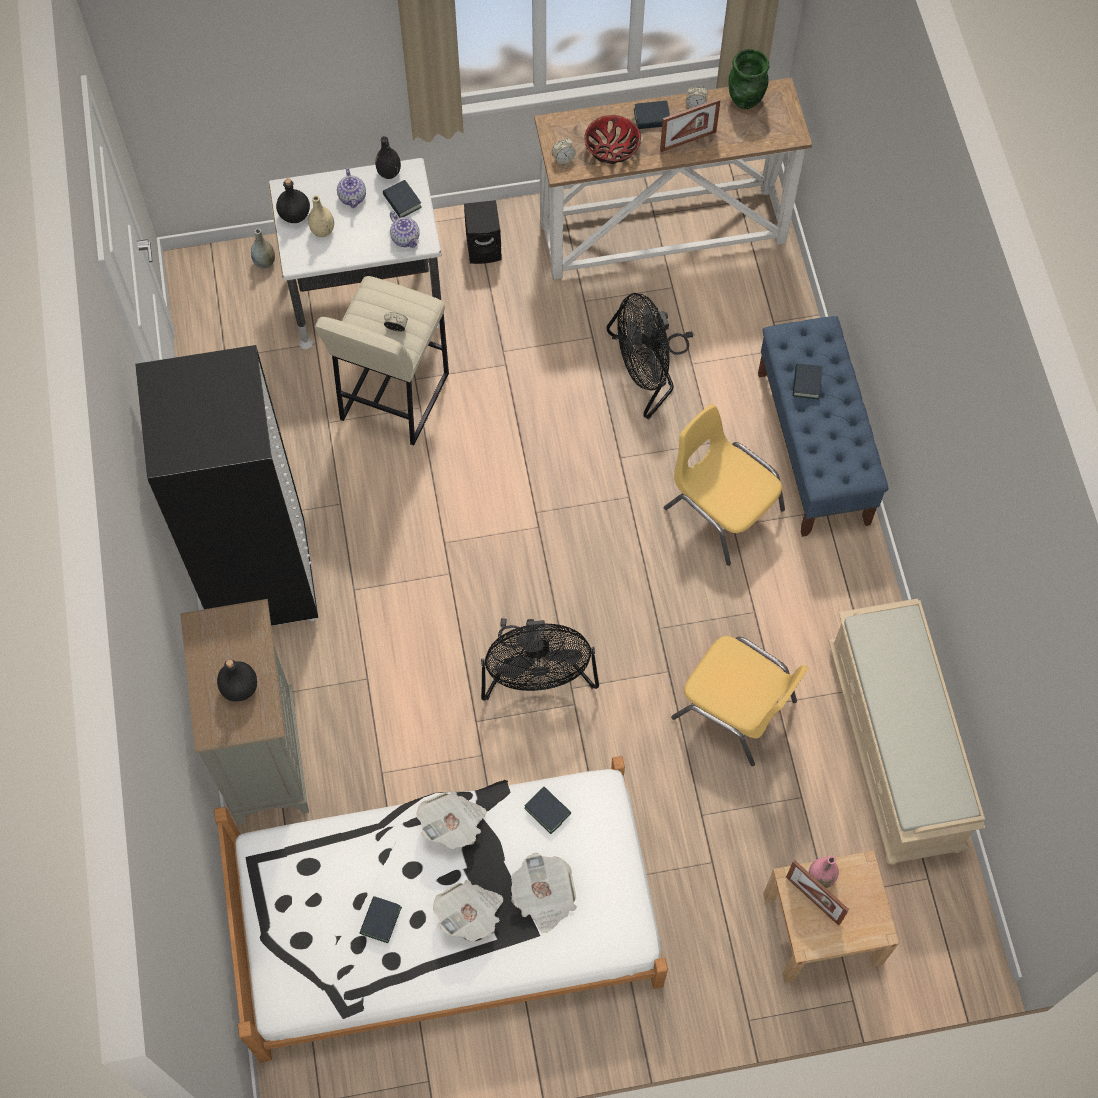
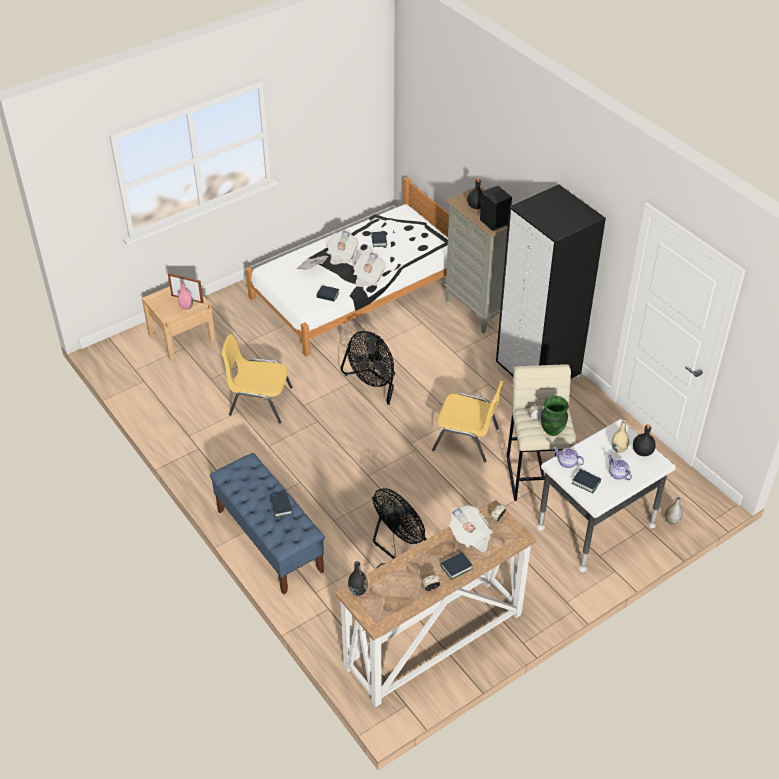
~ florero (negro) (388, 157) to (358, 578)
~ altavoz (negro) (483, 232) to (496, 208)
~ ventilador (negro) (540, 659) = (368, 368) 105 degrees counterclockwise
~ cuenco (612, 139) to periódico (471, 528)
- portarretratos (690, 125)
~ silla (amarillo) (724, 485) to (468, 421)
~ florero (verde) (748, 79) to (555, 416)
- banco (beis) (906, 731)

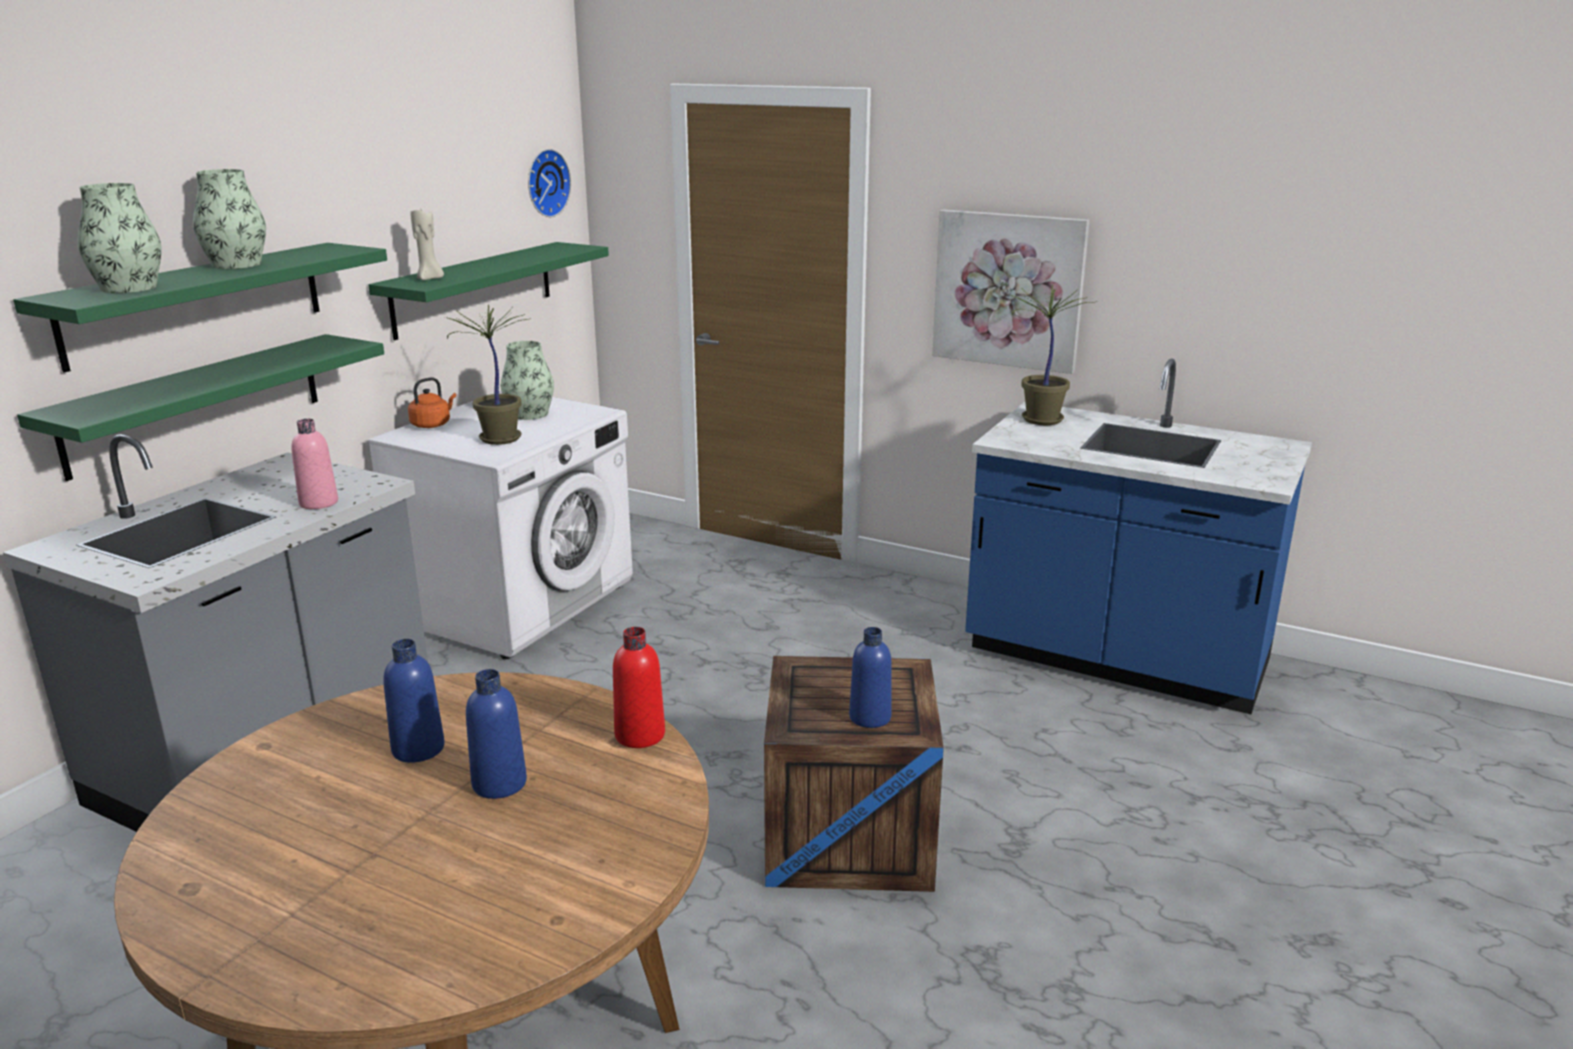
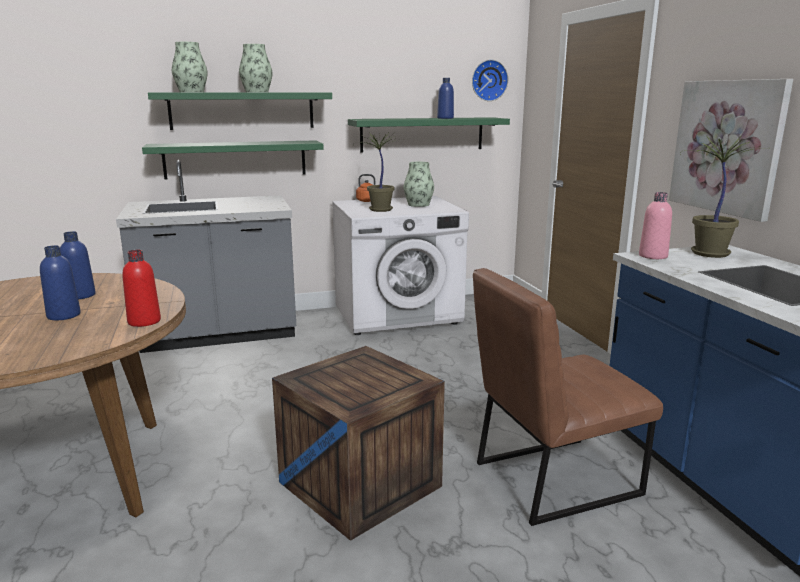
~ botella (rosa) (314, 464) to (655, 225)
- vela (beis) (427, 245)
~ botella (azul) (870, 677) to (445, 98)
+ silla (marrón) (568, 397)

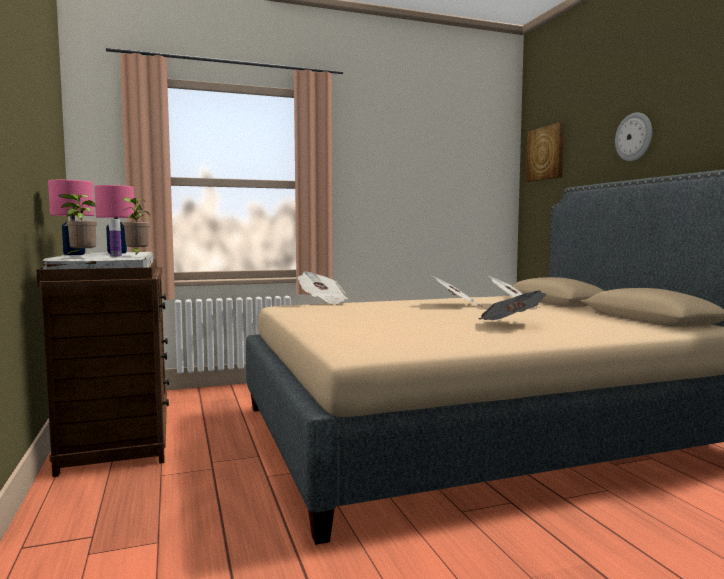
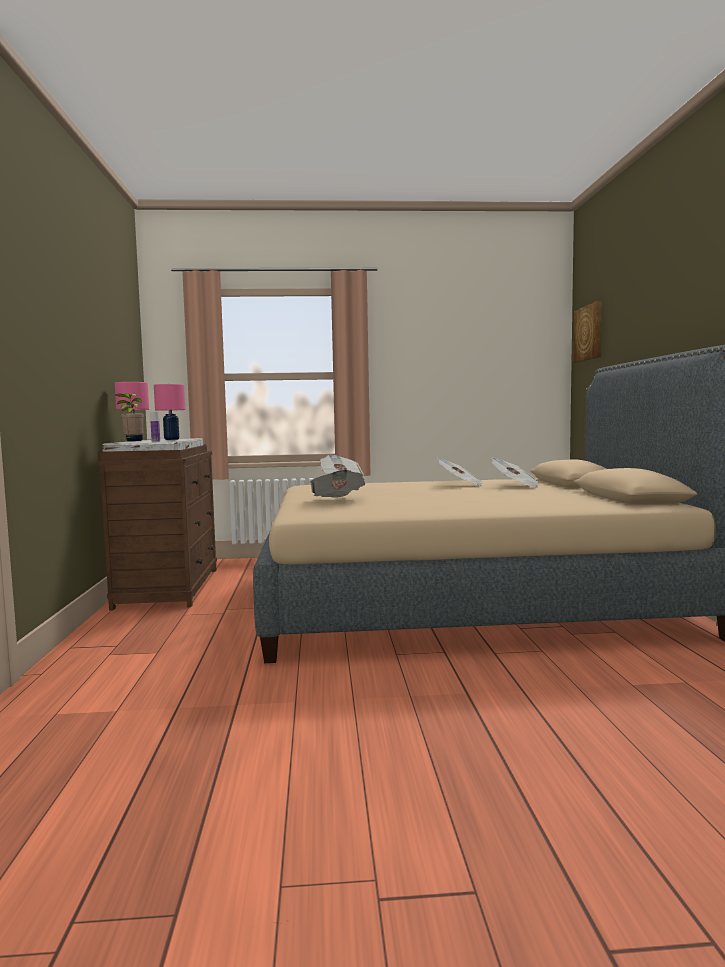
- planta en maceta (136, 227)
~ periódico (512, 305) to (338, 484)
- reloj de pared (633, 136)

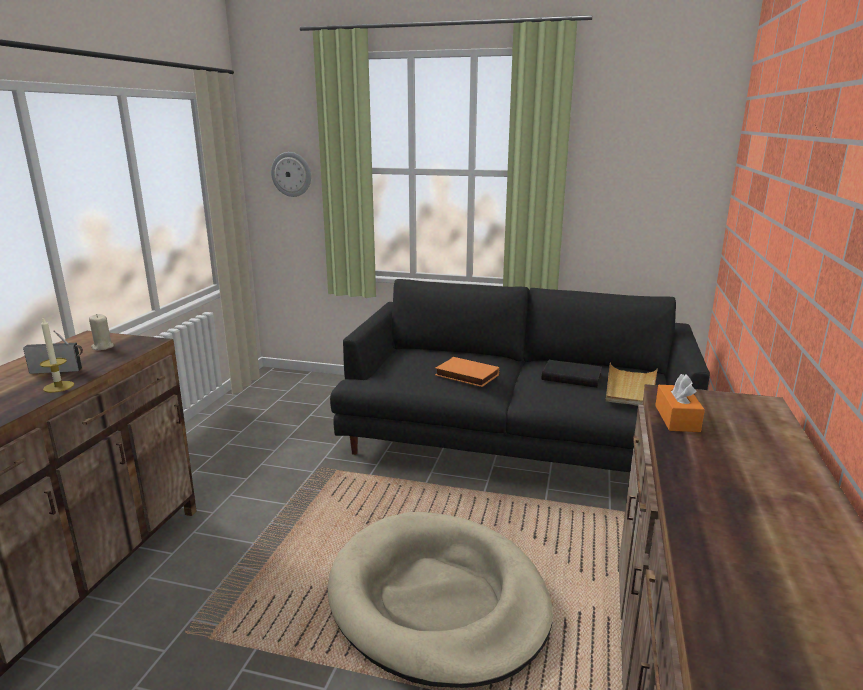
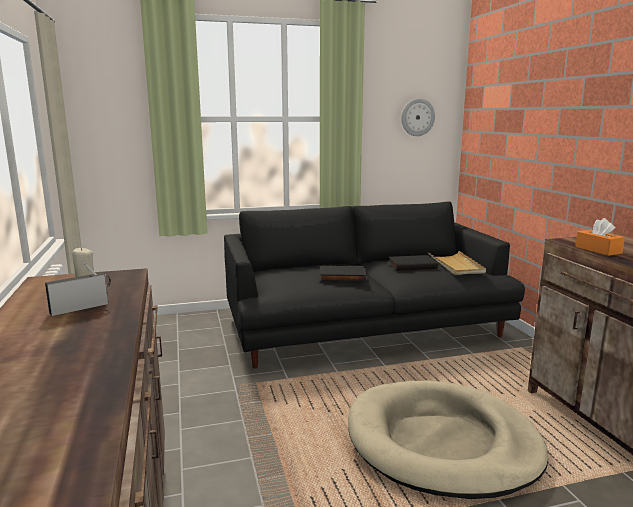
- vela (57, 355)
~ reloj de pared (291, 174) to (418, 117)
~ libro (naranja) (467, 372) to libro (negro) (343, 274)

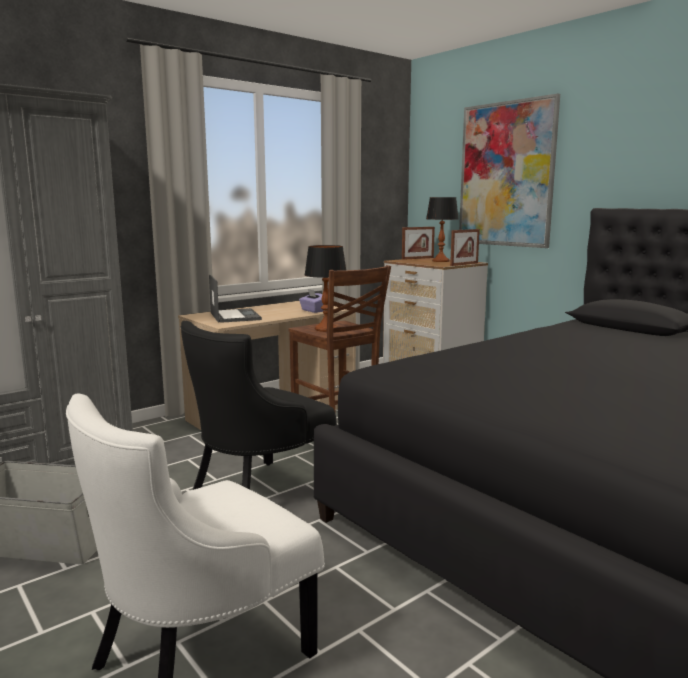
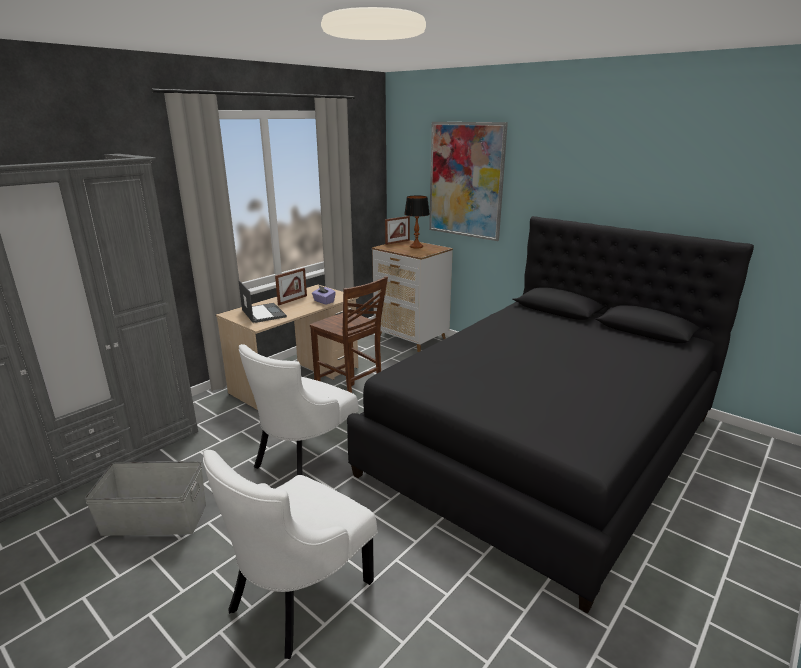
~ silla (negro) (258, 405) to silla (blanco) (299, 409)
- lámpara de mesa (325, 288)
~ portarretratos (465, 247) to (291, 286)

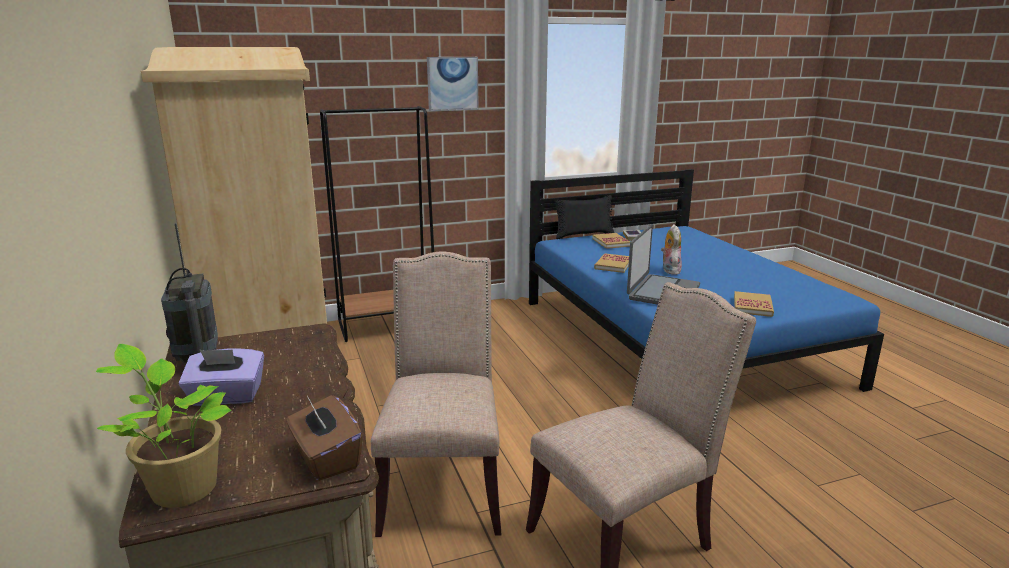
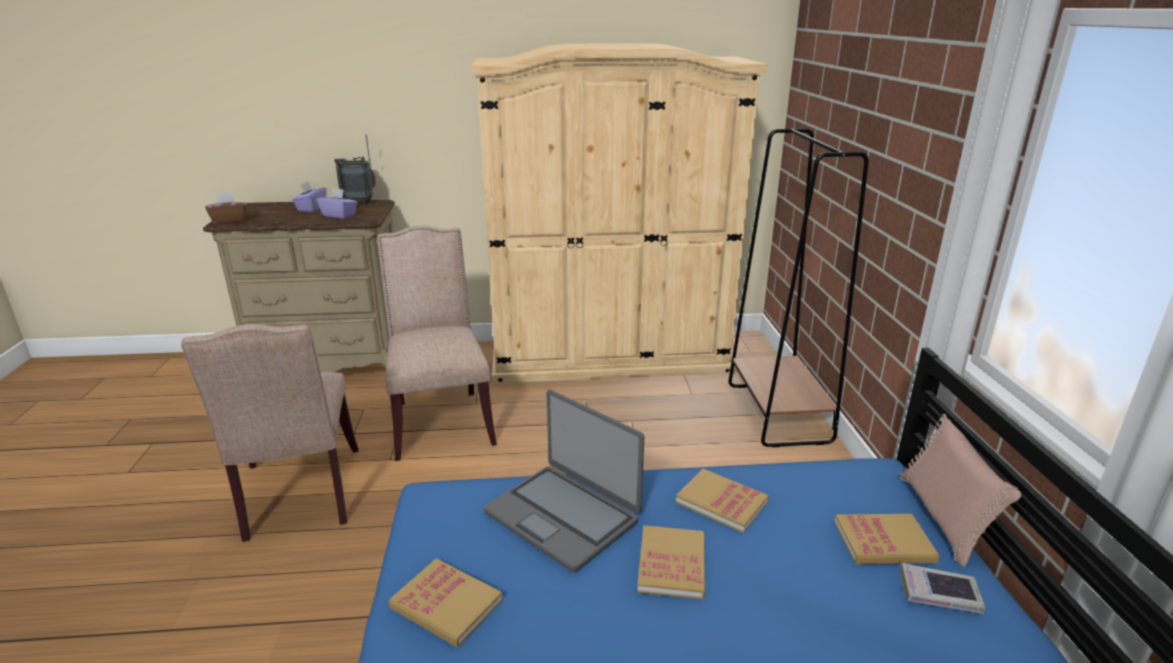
- planta en maceta (163, 426)
~ silla (beis) (436, 394) = (437, 343) 120 degrees counterclockwise
- cuadro (453, 84)
~ cojín (negro) (584, 217) to cojín (beis) (960, 490)
~ peluche (671, 250) to libro (671, 562)
+ caja de pañuelos (morado) (337, 203)

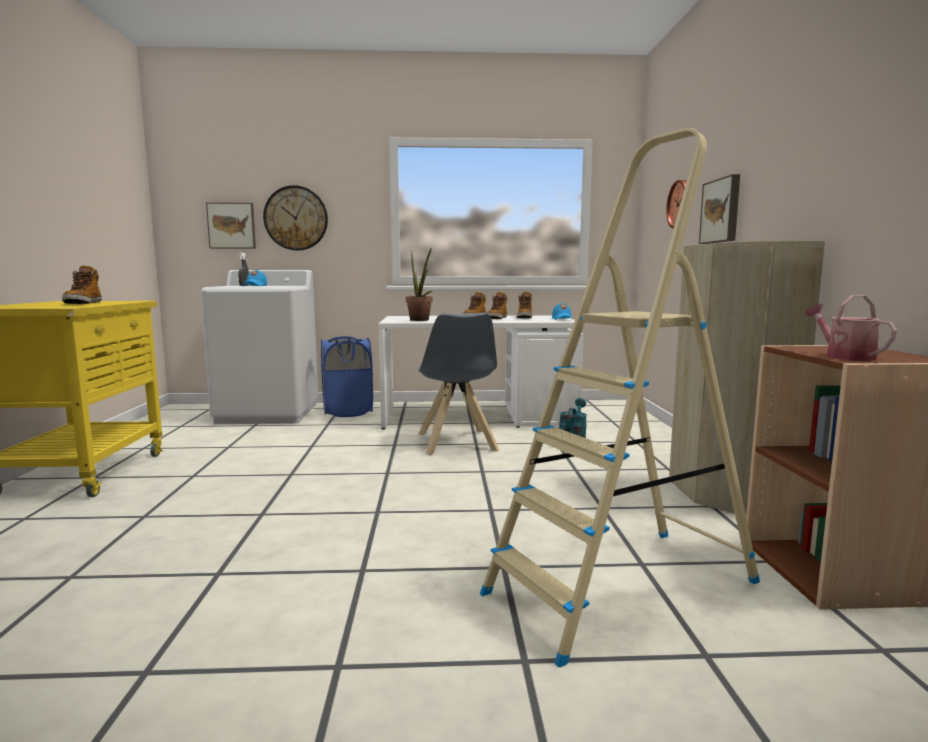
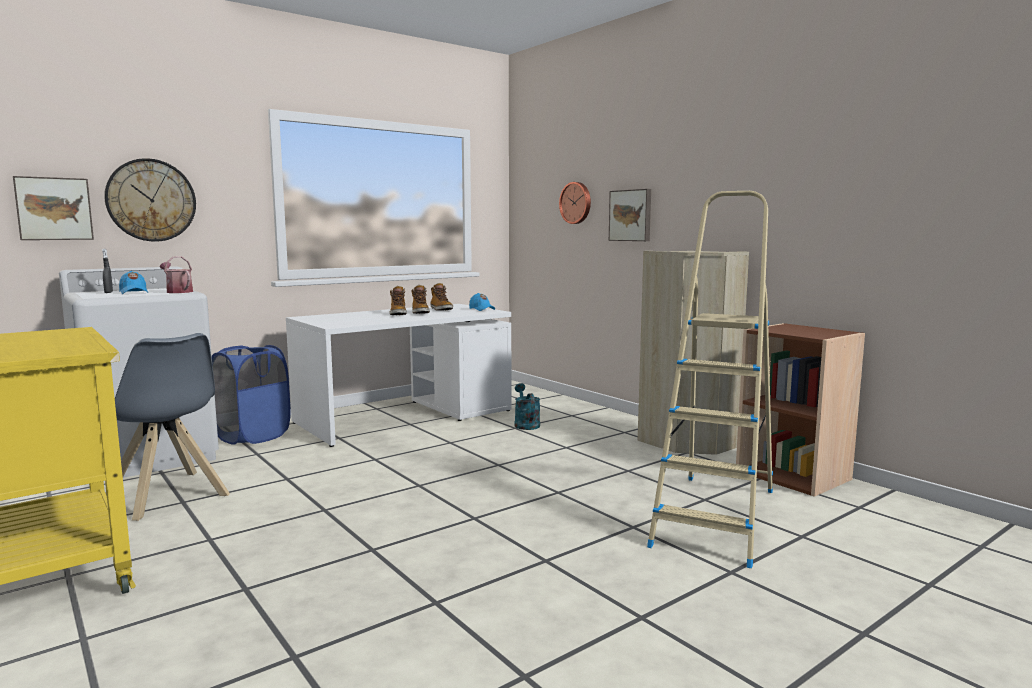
- bota (82, 284)
- planta en maceta (419, 284)
~ silla (gris) (458, 383) to (168, 427)
~ regadera (850, 328) to (176, 274)

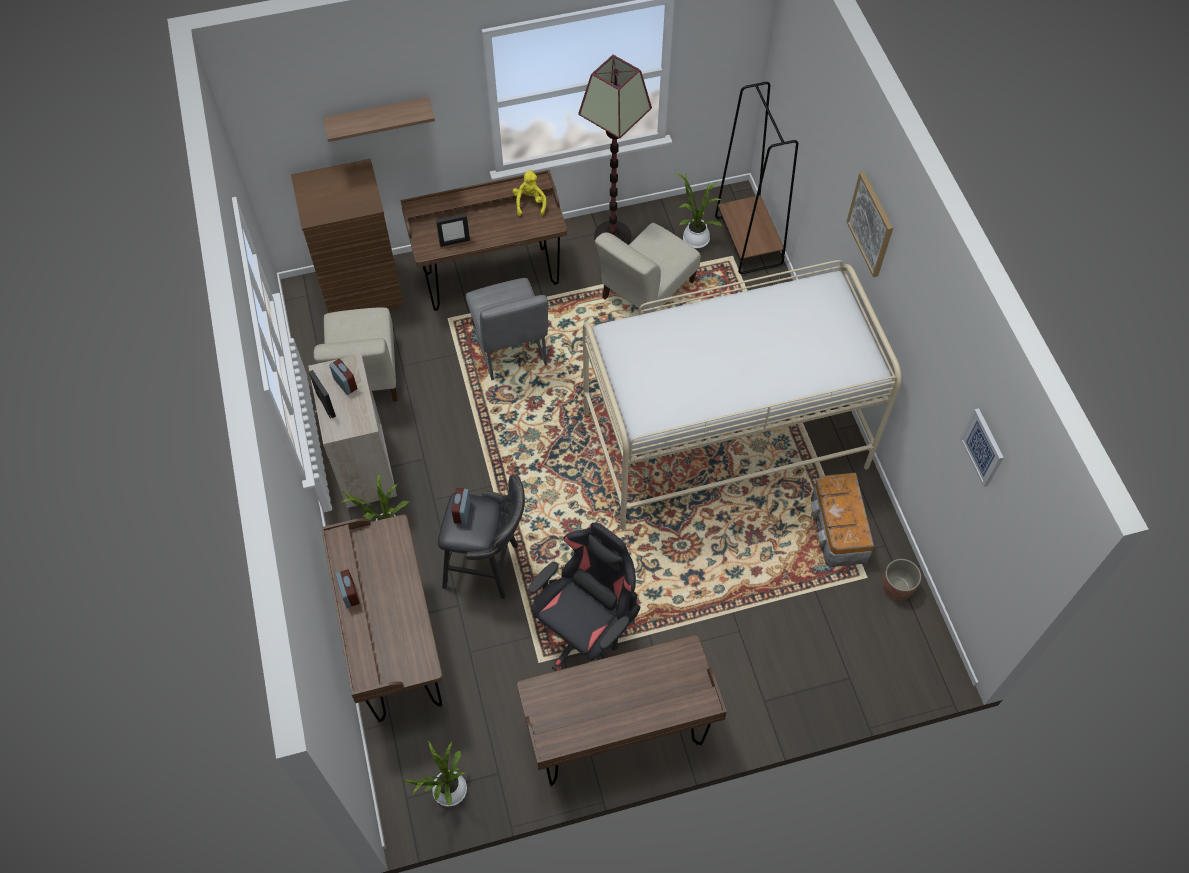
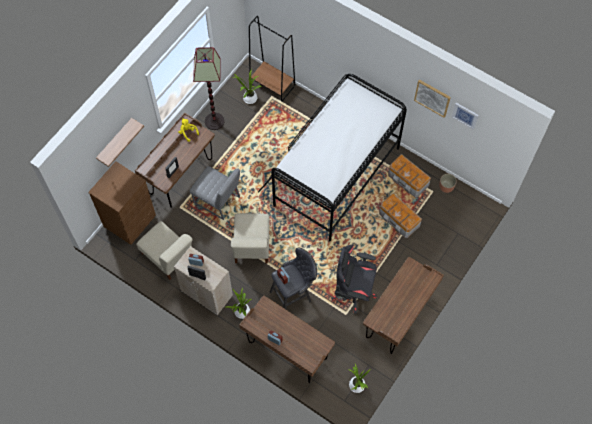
~ silla de oficina (negro) (584, 596) = (354, 279) 75 degrees counterclockwise
~ cama (beis) (741, 395) to cama (negro) (332, 157)
~ silla (beis) (648, 268) to (250, 238)
~ cuadro (870, 224) to (432, 99)
+ caja de almacenaje (400, 215)

